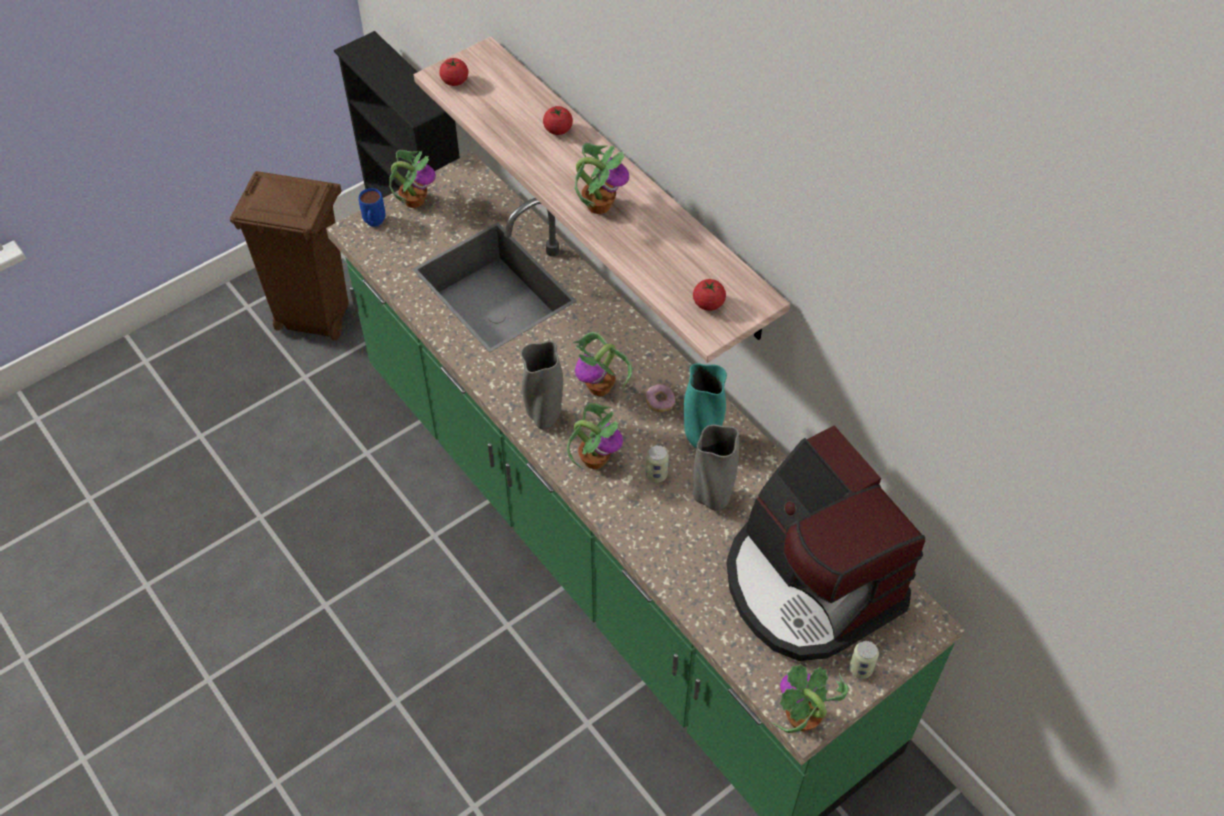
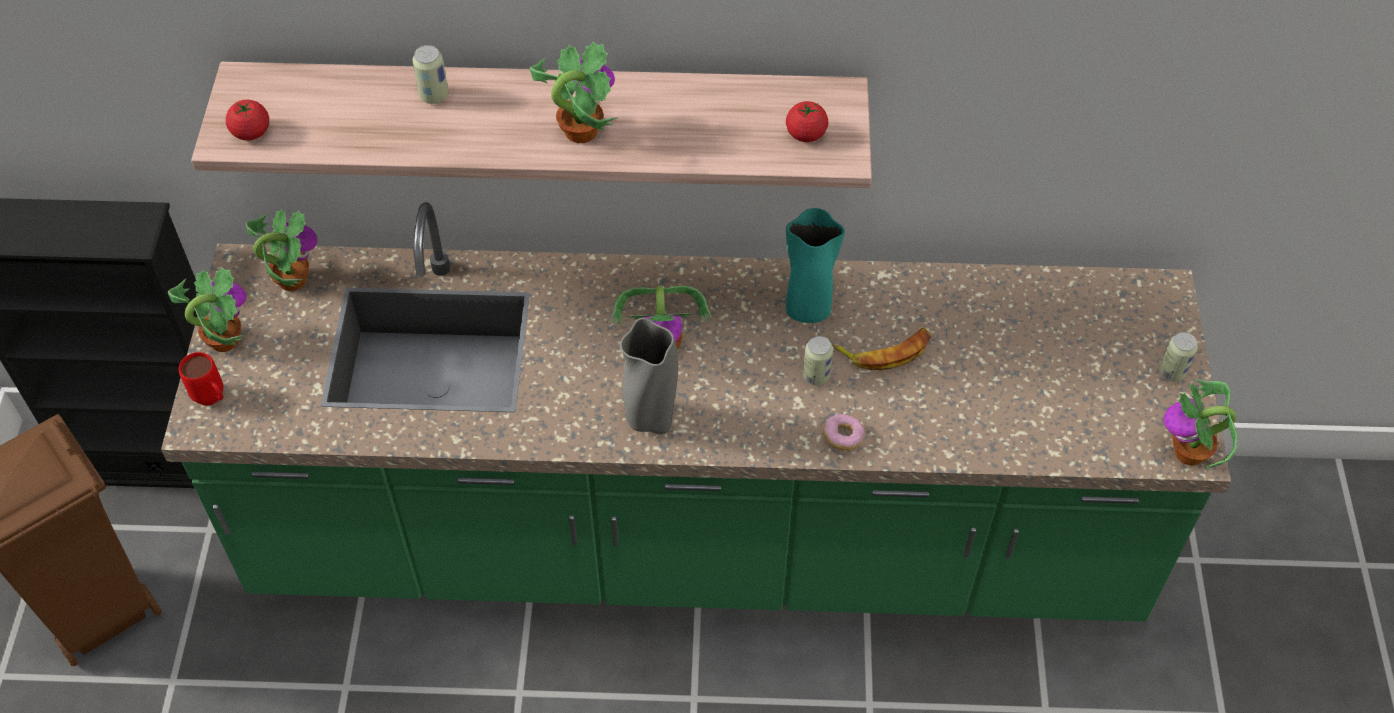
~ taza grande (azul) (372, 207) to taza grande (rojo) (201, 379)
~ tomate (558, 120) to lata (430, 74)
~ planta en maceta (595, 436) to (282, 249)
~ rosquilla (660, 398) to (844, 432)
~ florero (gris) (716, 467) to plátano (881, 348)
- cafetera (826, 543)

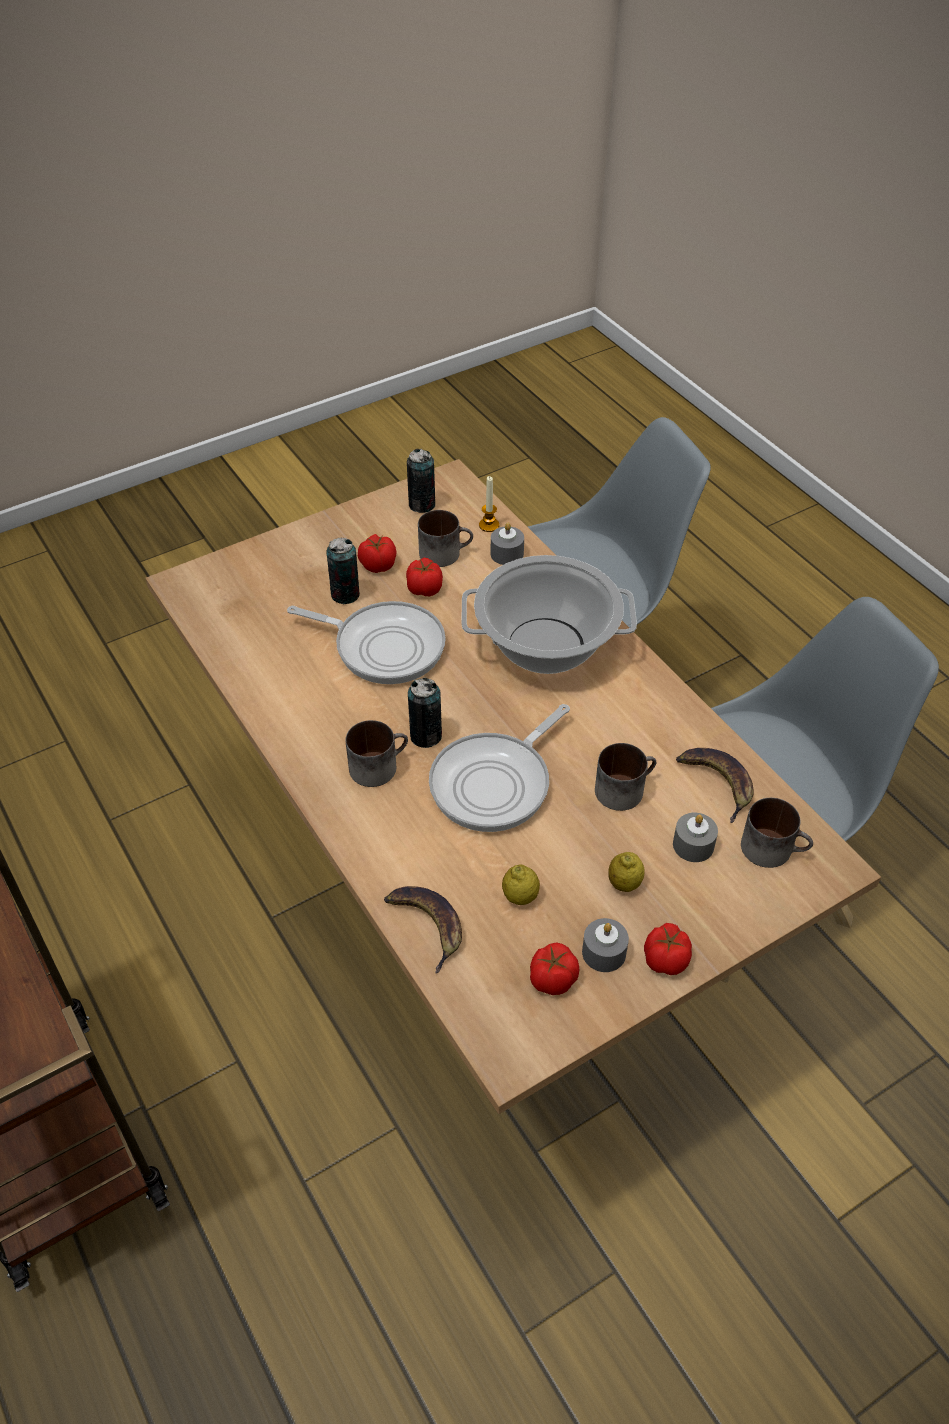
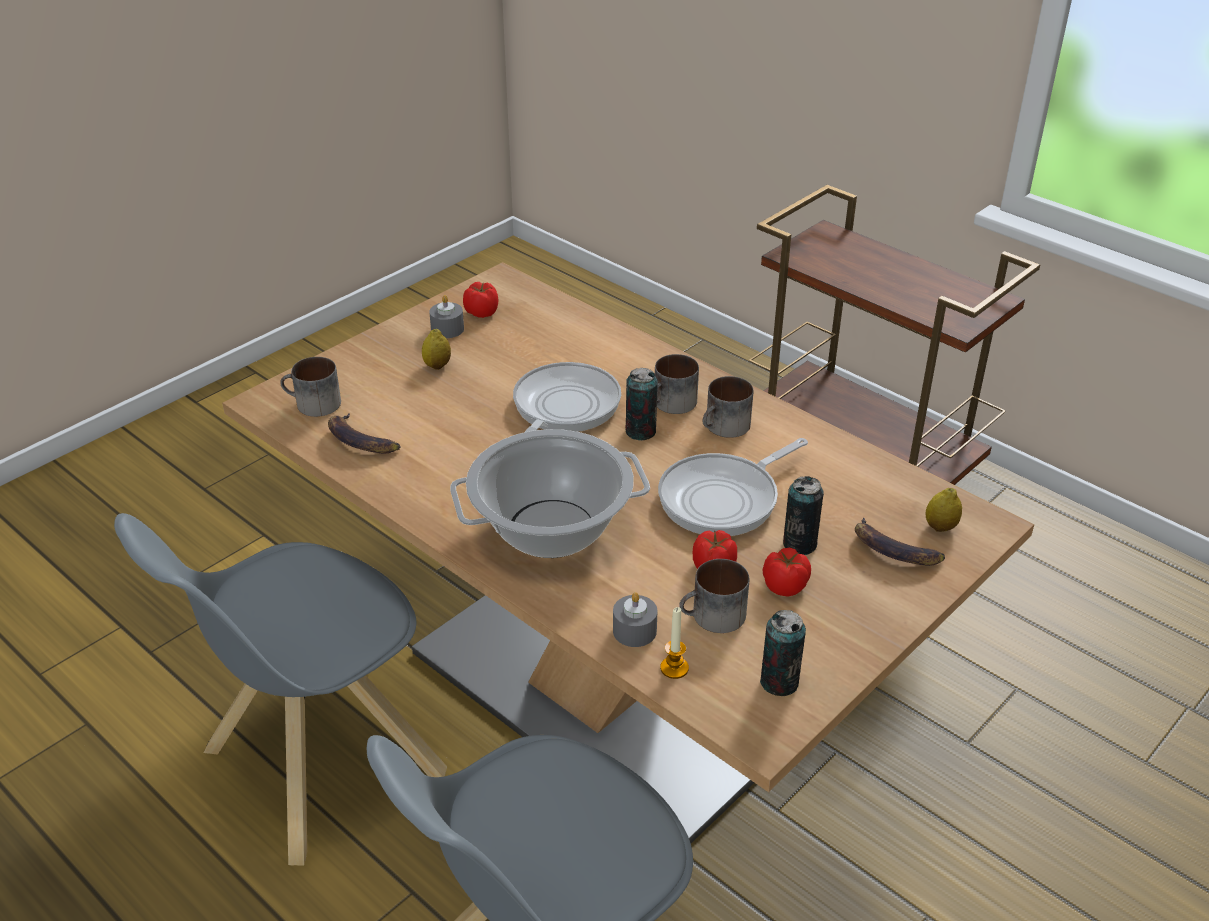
~ sartén (366, 642) = (733, 487) 45 degrees counterclockwise
~ plátano (423, 930) to (900, 541)
~ limón (521, 884) to (944, 510)
~ taza grande (625, 777) to (727, 407)
- tomate (668, 949)
- vela (gris) (695, 837)

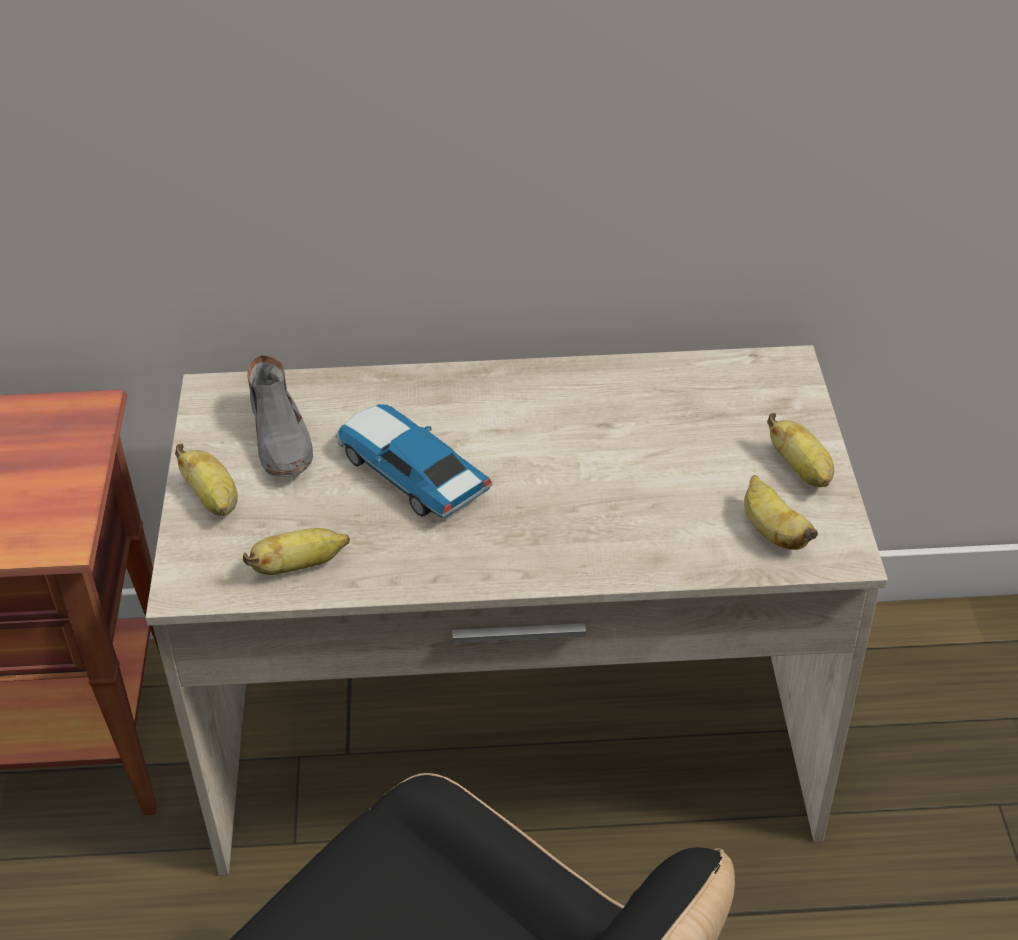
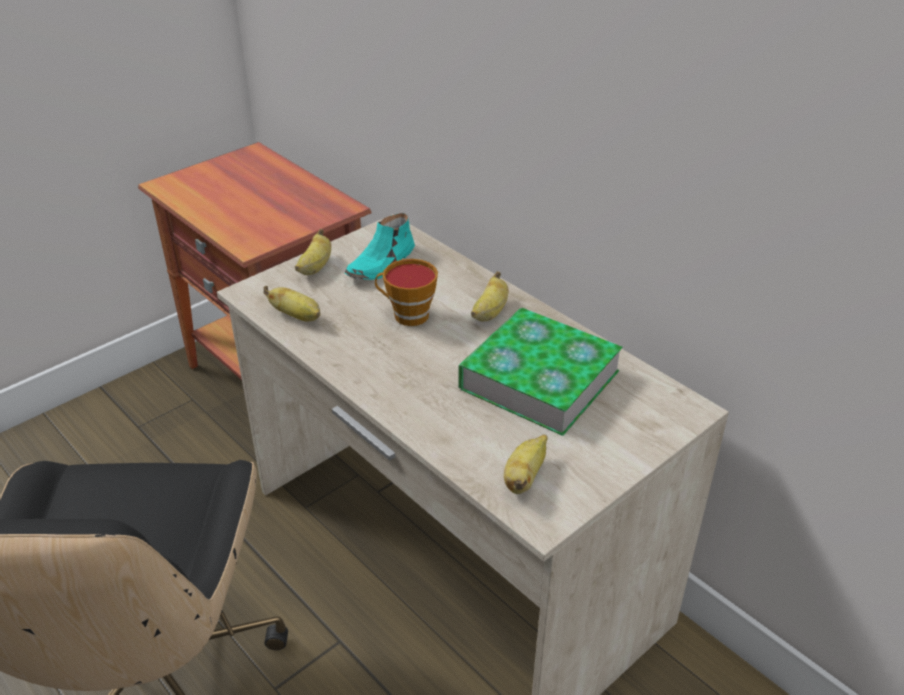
~ zapato (gris) (280, 416) to zapato (turquesa) (380, 246)
~ coche de juguete (414, 461) to taza (406, 292)
~ plátano (800, 450) to (489, 296)
+ libro (540, 372)

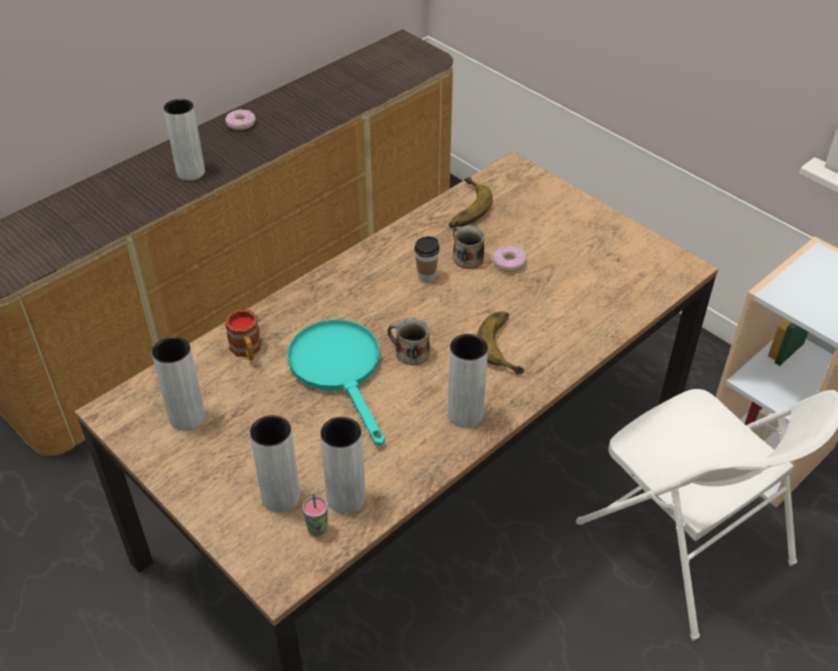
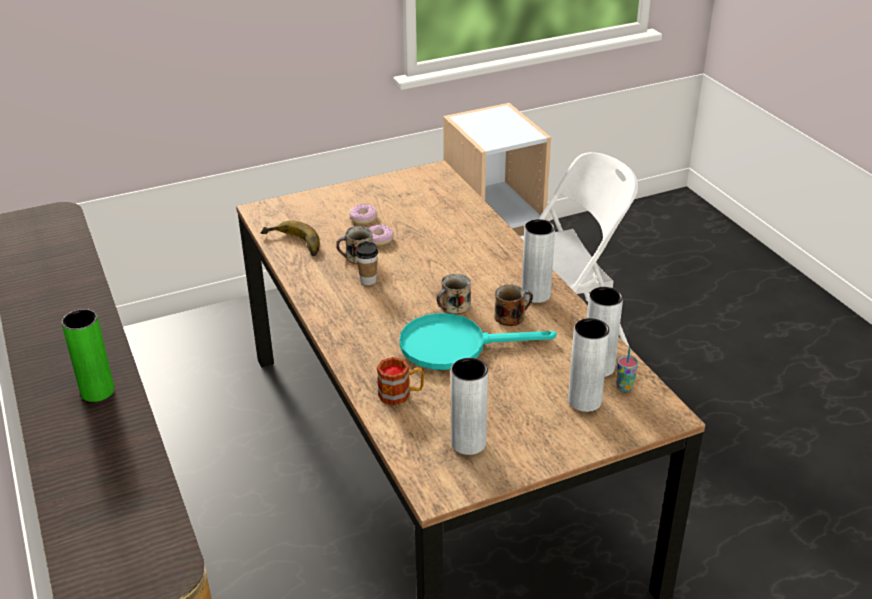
~ florero (gris) (184, 140) to florero (verde) (88, 355)
~ rosquilla (240, 119) to (363, 214)
- plátano (500, 343)
+ taza grande (513, 305)

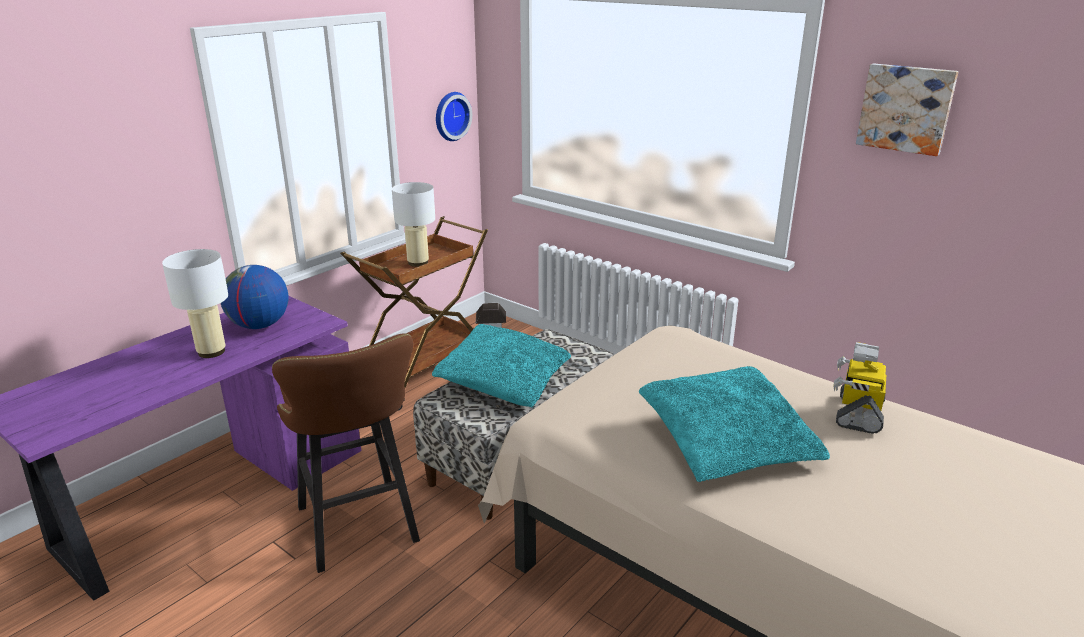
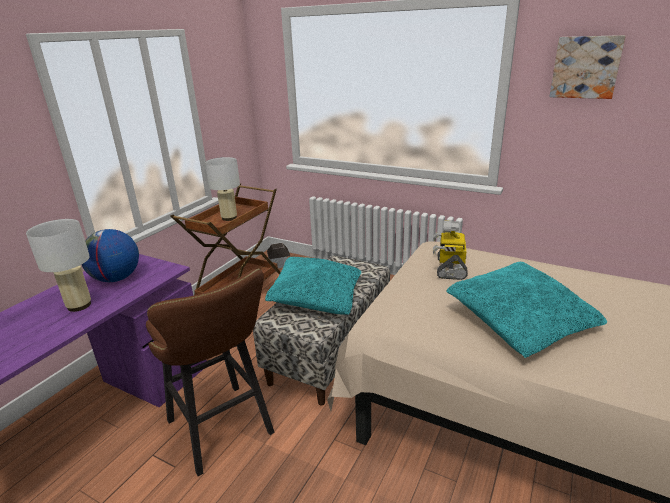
- reloj de pared (454, 116)
~ robot de juguete (859, 388) to (450, 250)

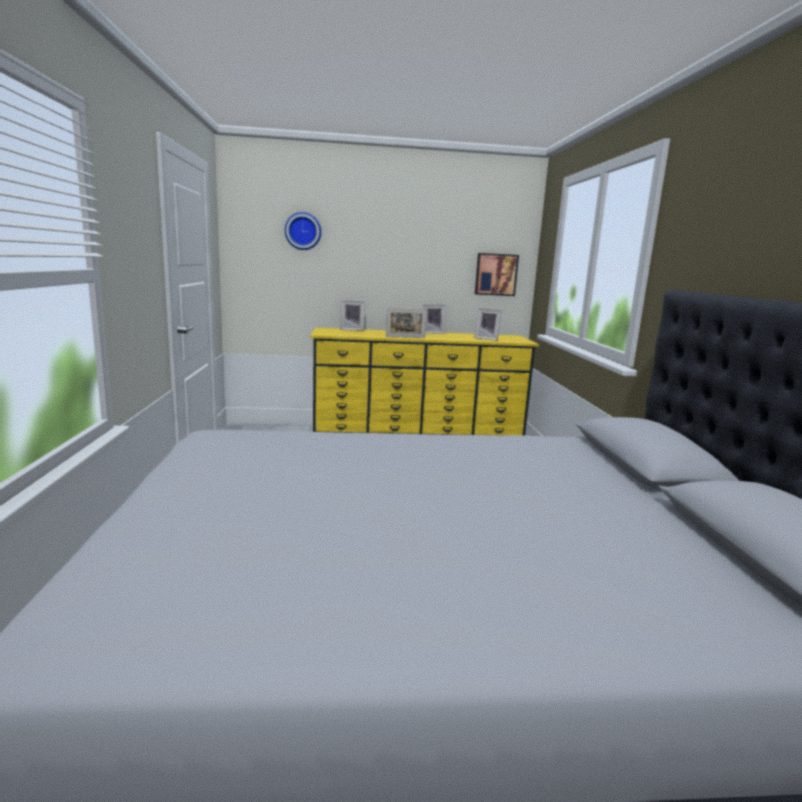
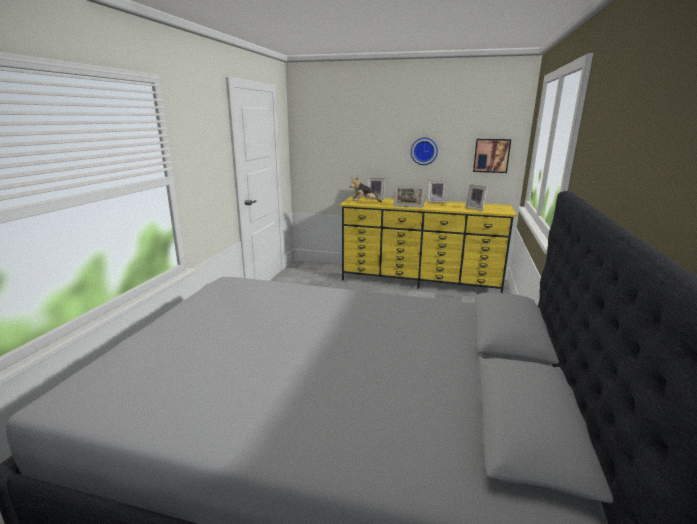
~ reloj de pared (303, 231) to (424, 151)
+ peluche (366, 189)

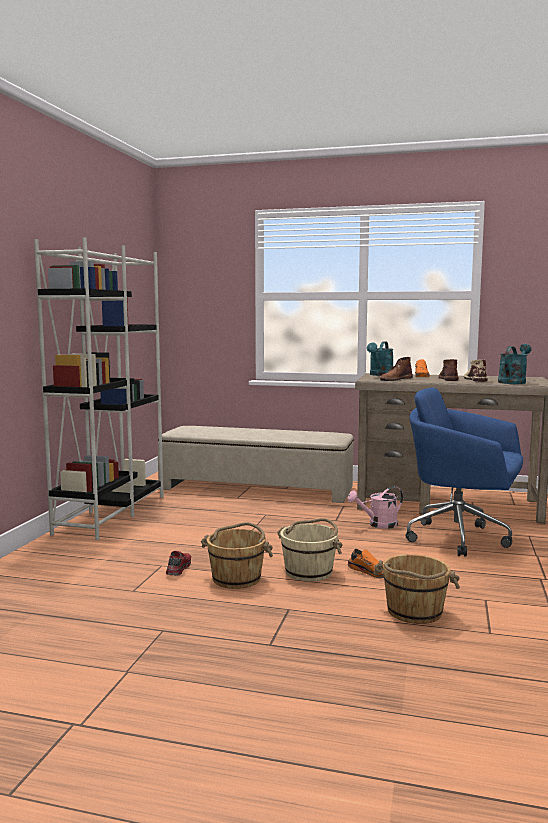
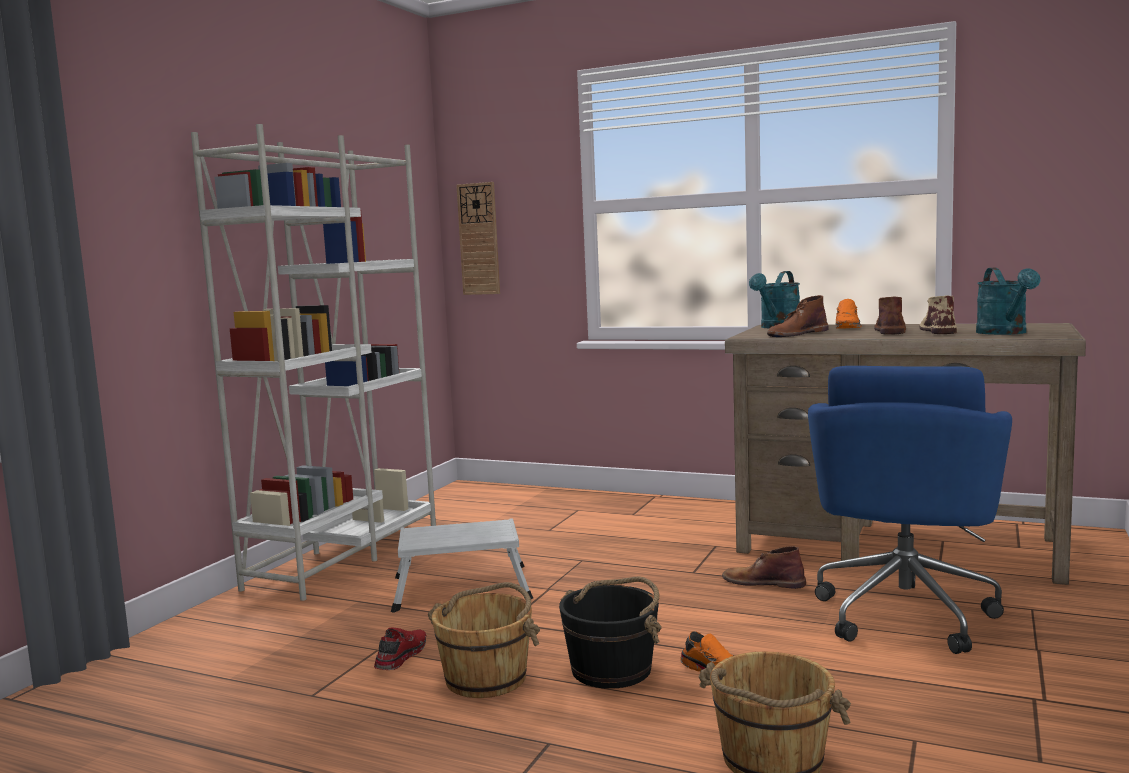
~ estantería (negro) (99, 388) to estantería (blanco) (313, 362)
- banco (beis) (255, 464)
~ cubo (beis) (310, 550) to cubo (negro) (610, 633)
~ regadera (rosa) (375, 507) to bota (marrón) (764, 567)
~ silla de oficina (azul) (464, 472) = (910, 510) 105 degrees counterclockwise
~ regadera (turquesa) (514, 364) = (1008, 301) 135 degrees clockwise
+ escalera de tijera (blanco) (462, 565)
+ reloj de pared (478, 238)

